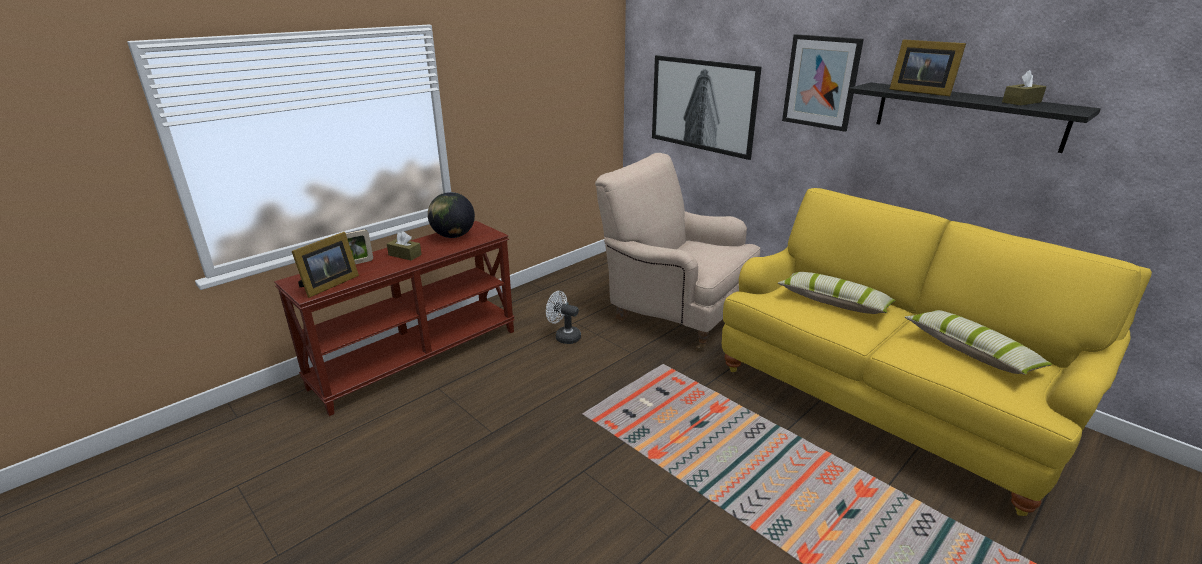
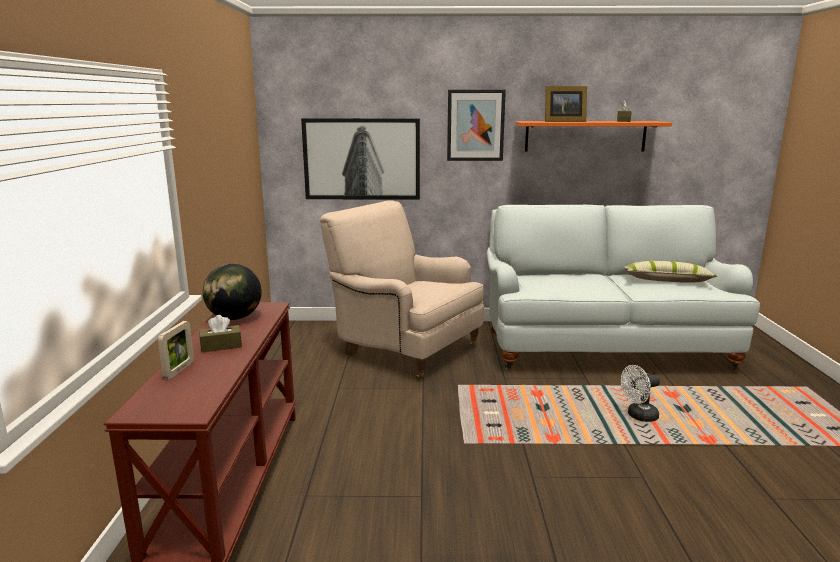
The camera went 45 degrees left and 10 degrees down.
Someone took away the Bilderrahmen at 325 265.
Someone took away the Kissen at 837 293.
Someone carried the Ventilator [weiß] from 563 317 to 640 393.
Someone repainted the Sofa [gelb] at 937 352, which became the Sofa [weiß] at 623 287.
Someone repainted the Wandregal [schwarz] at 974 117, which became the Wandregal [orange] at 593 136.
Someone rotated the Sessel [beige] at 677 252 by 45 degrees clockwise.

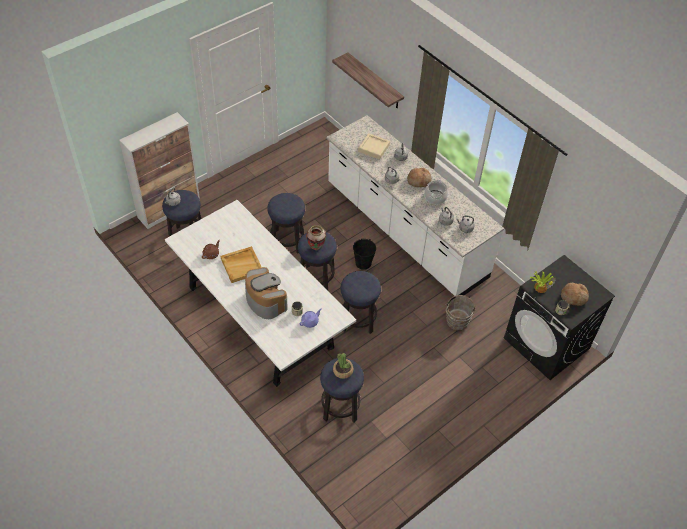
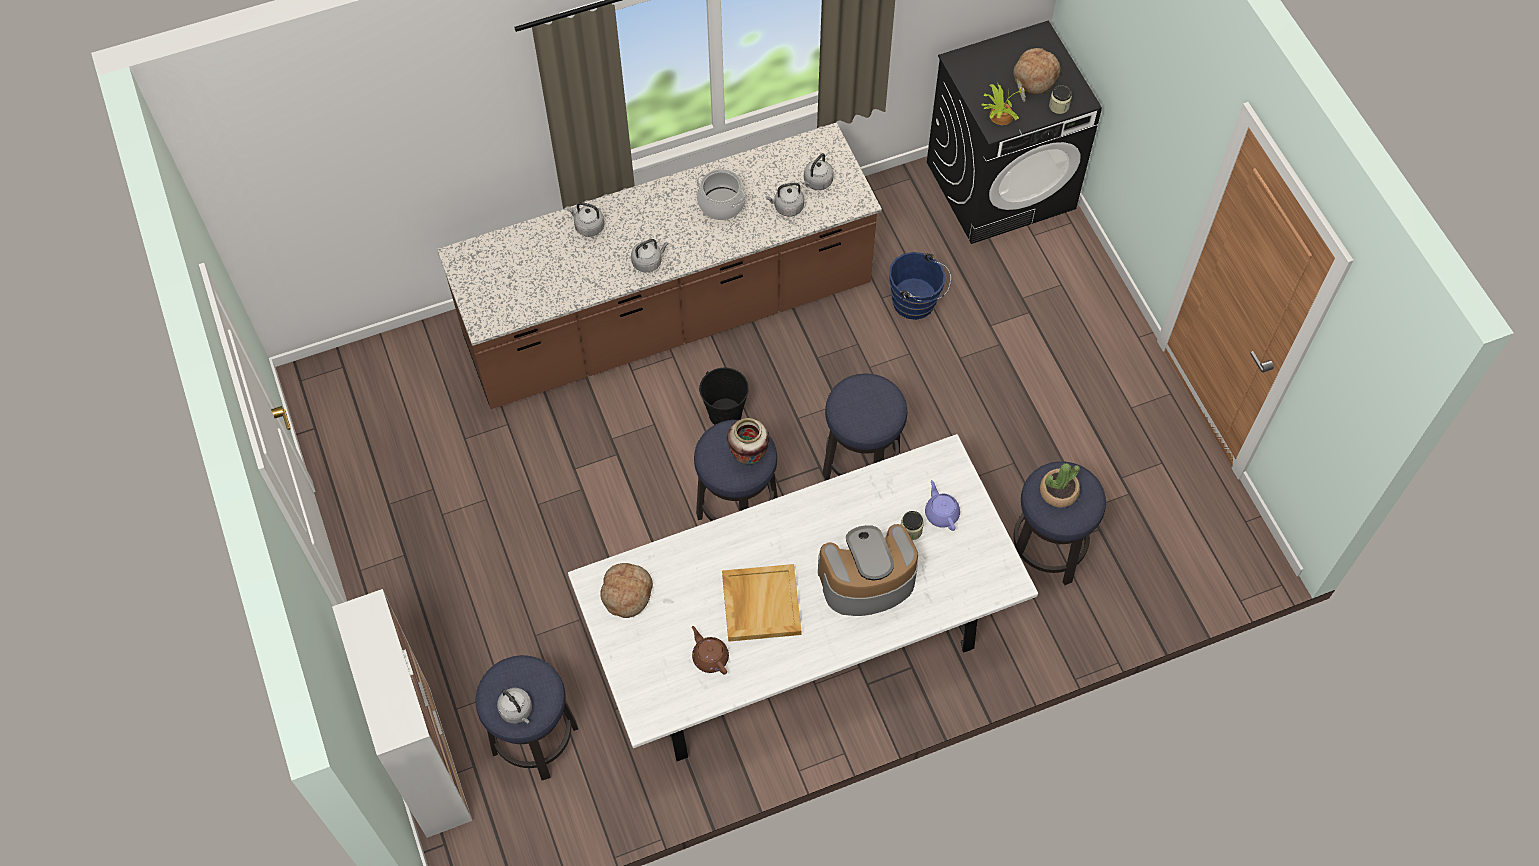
The camera went 70 degrees left and 10 degrees up.
Someone took away the Hocker at 286 223.
Someone took away the Wandregal at 368 80.
Someone took away the Tablett [beige] at 374 146.
Someone carried the Brot from 419 177 to 626 590.
Someone repainted the Küchenzeile [weiß] at 415 205, which became the Küchenzeile [braun] at 659 265.
Someone repainted the Eimer [braun] at 460 312, which became the Eimer [blau] at 920 286.

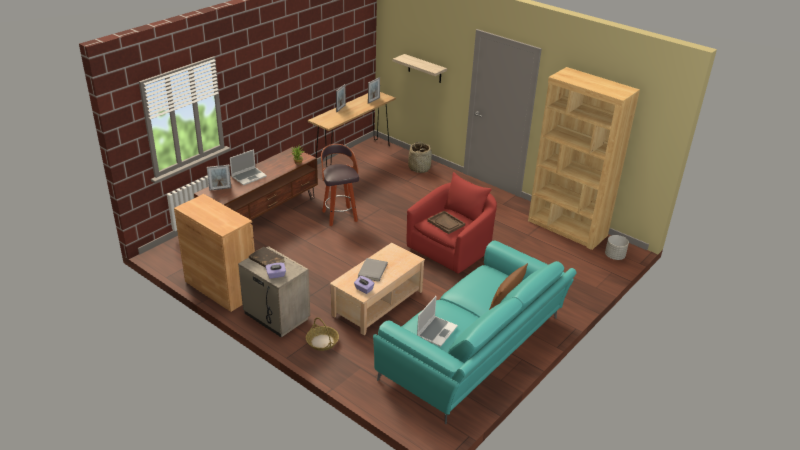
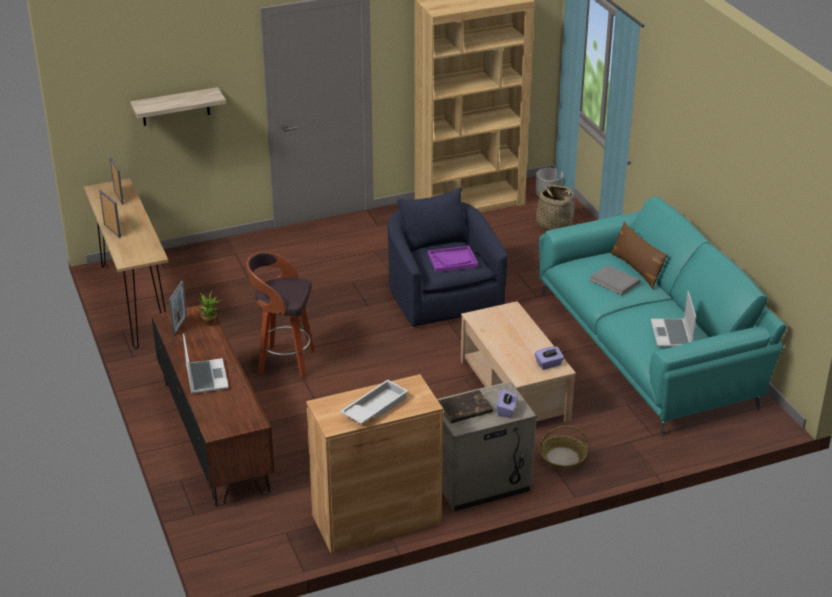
The camera went 60 degrees left and 0 degrees up.
Someone put down the Tablett [weiß] at 374 401.
Someone carried the Bilderrahmen from 219 178 to 178 308.
Someone carried the Buch [grau] from 373 270 to 615 280.
Someone carried the Korb from 420 157 to 554 208.
Someone repainted the Sessel [rot] at 452 223, which became the Sessel [blau] at 447 257.
Someone repainted the Tablett [braun] at 446 222, which became the Tablett [lila] at 453 259.
Someone rotated the Laptop at 437 321 by 150 degrees counterclockwise.

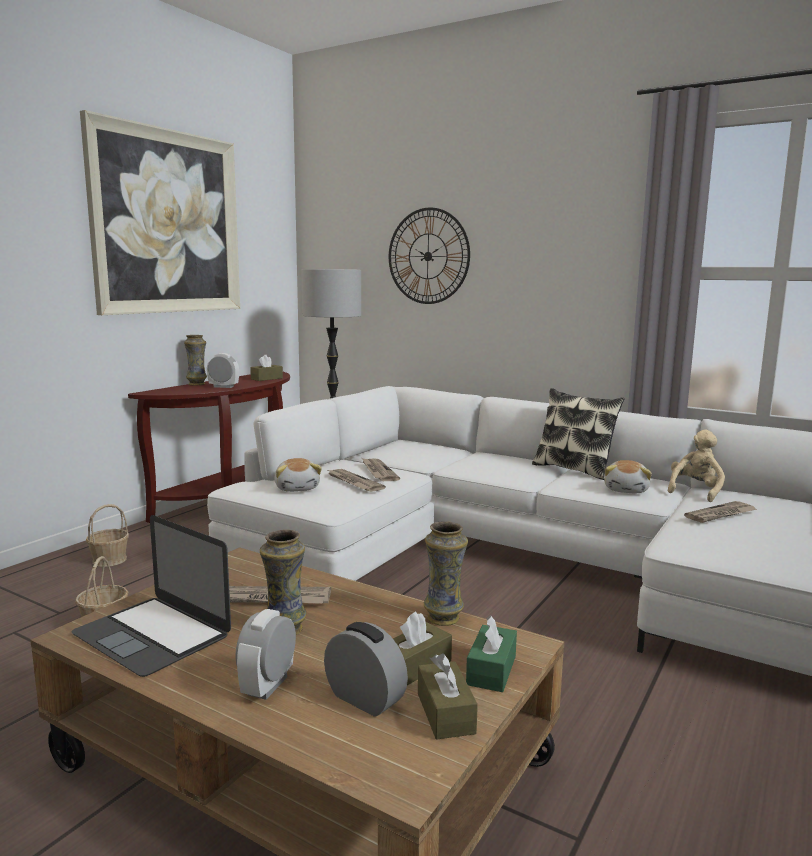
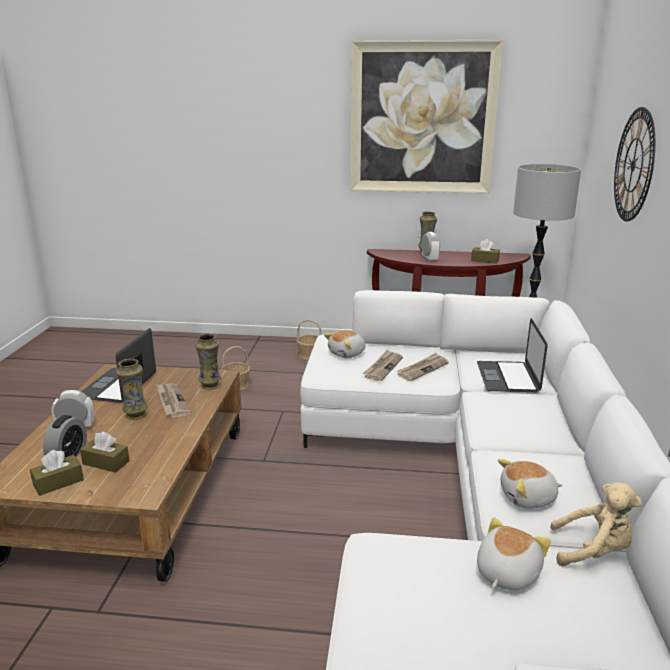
The camera went 65 degrees right and 10 degrees up.
Someone took away the Taschentuchbox [grün] at 491 653.
Someone took away the Kissen at 578 434.
Someone put down the Laptop at 512 355.
Someone carried the Vase from 446 573 to 208 361.
Someone swapped the Zeitung at 720 512 for the Plüschtier at 514 554.

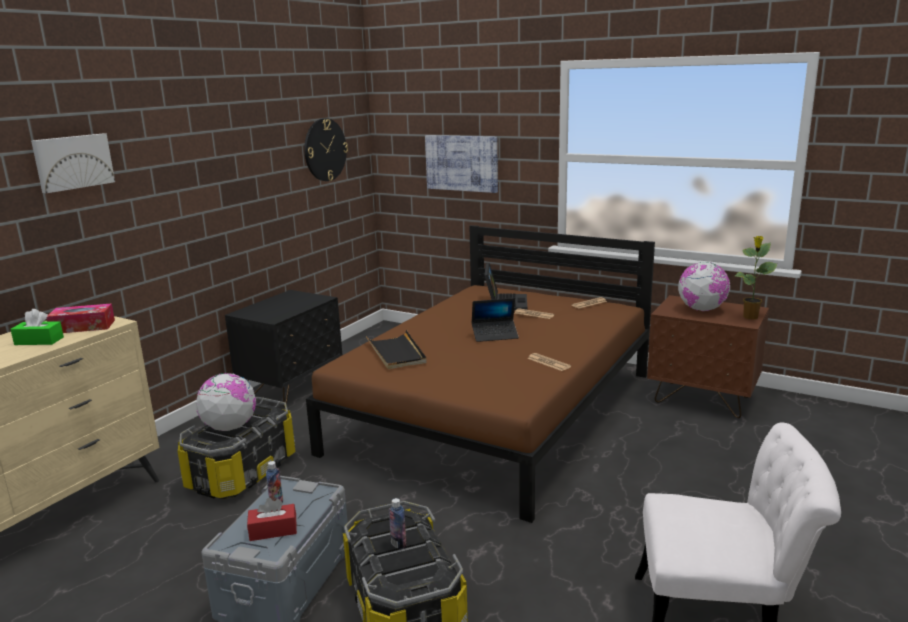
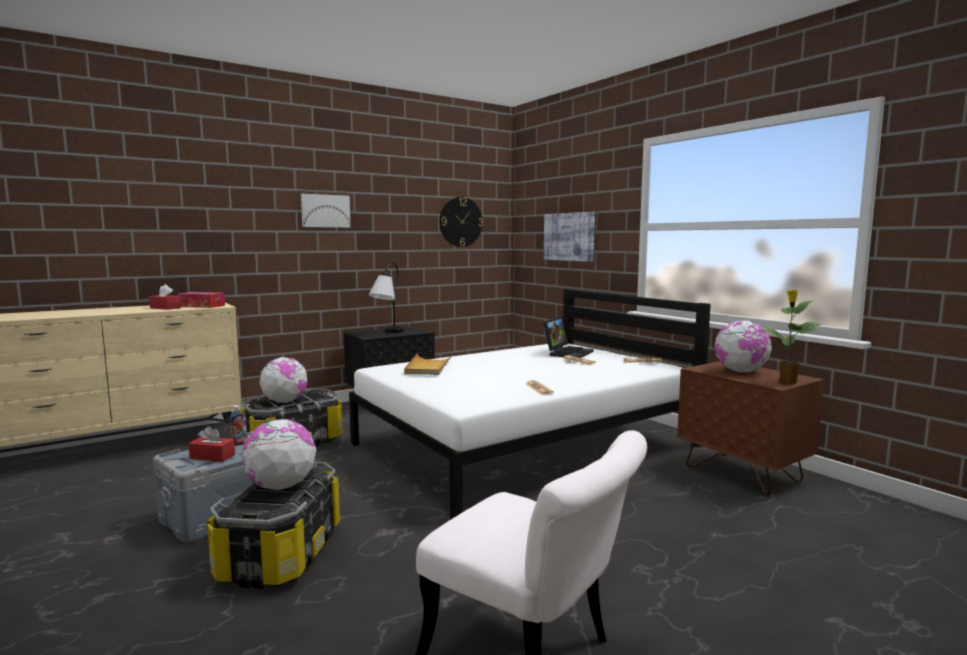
The camera went 25 degrees right and 10 degrees down.
Someone took away the Laptop at 495 320.
Someone put down the Tischlampe at 386 298.
Someone carried the Bild from 73 163 to 326 211.
Someone swapped the Flasche at 398 523 for the Globus at 279 454.
Someone repainted the Taschentuchbox [grün] at 37 327, which became the Taschentuchbox [rot] at 165 297.
Someone repainted the Bett [braun] at 480 374, which became the Bett [weiß] at 530 404.
Someone repainted the Tablett [schwarz] at 396 349, which became the Tablett [beige] at 428 364.

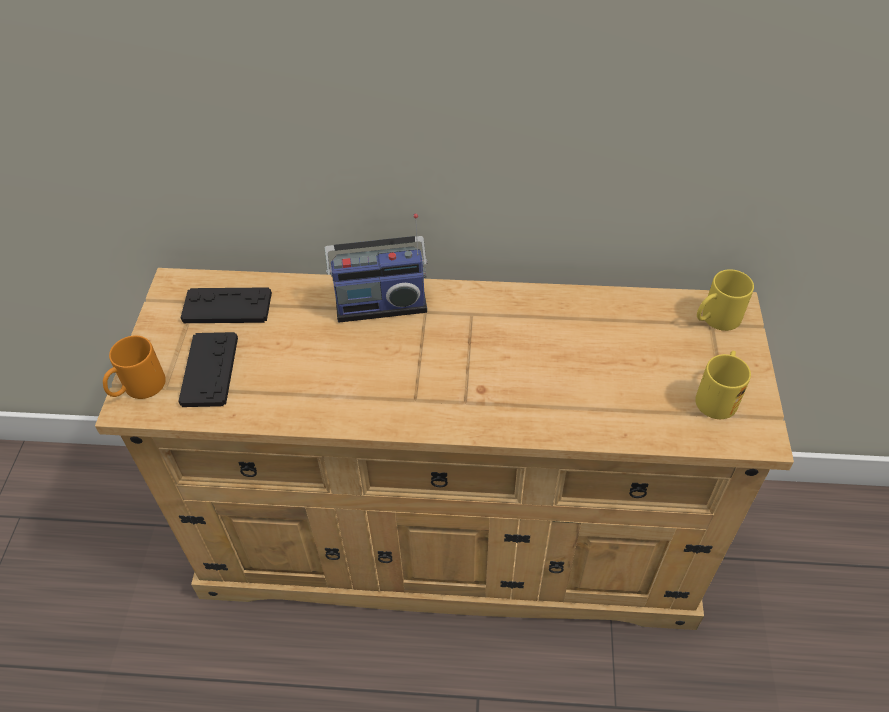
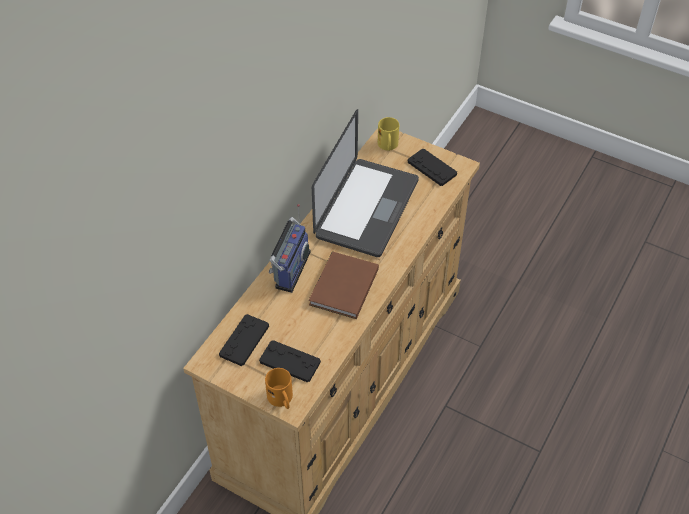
The camera went 65 degrees left and 0 degrees up.
Someone put down the Buch [braun] at 344 285.
Someone put down the Laptop at 365 183.
Someone swapped the Henkelbecher [gelb] at 723 385 for the Gamepad [schwarz] at 432 167.

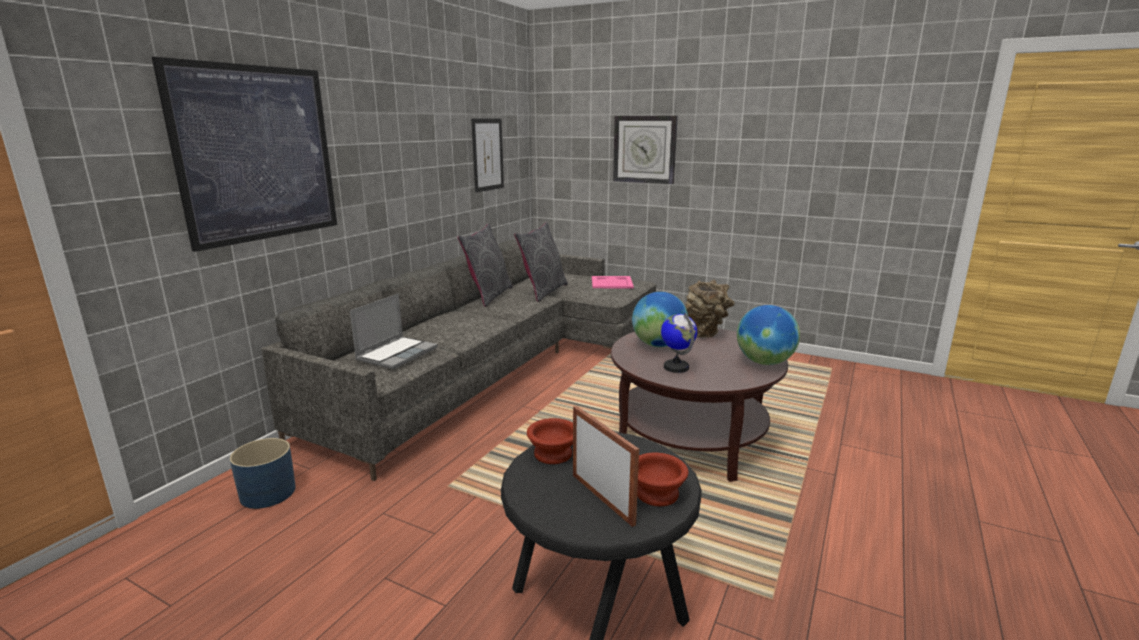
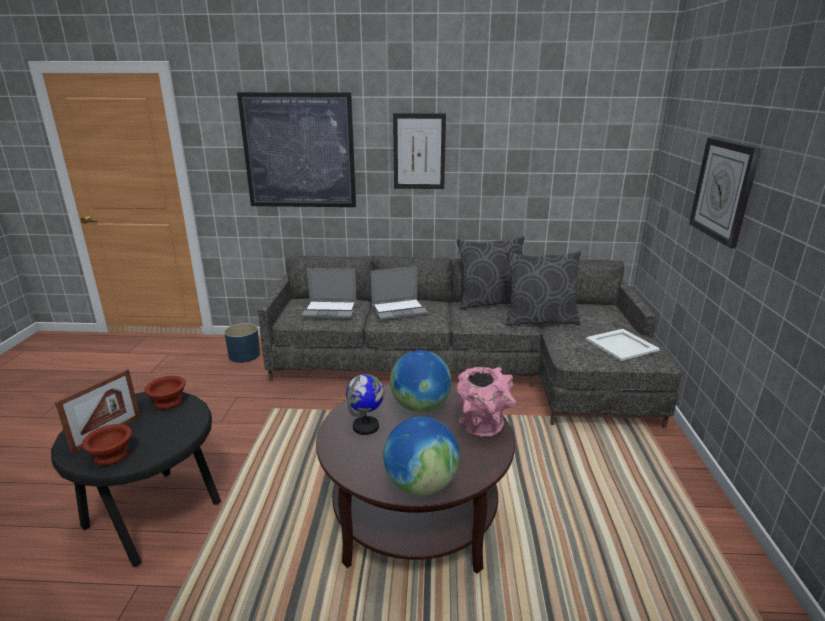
The camera went 65 degrees right and 5 degrees up.
Someone put down the Laptop at 399 293.
Someone carried the Bild from 487 155 to 419 151.
Someone repainted the Tablett [rosa] at 613 282, which became the Tablett [weiß] at 623 345.
Someone repainted the Vase [braun] at 710 309, which became the Vase [rosa] at 486 402.

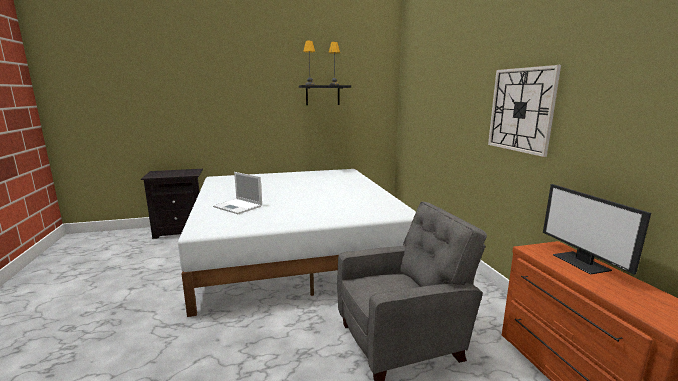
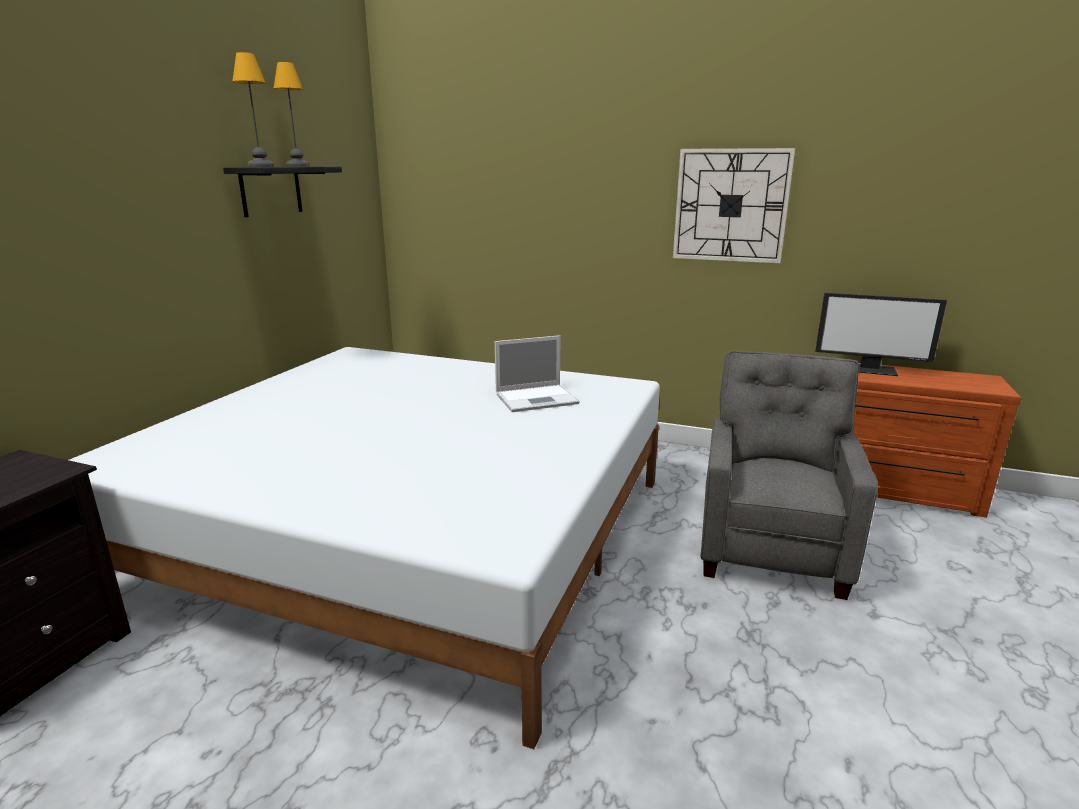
The camera went 55 degrees left and 5 degrees up.
Someone carried the Laptop from 237 193 to 537 373.

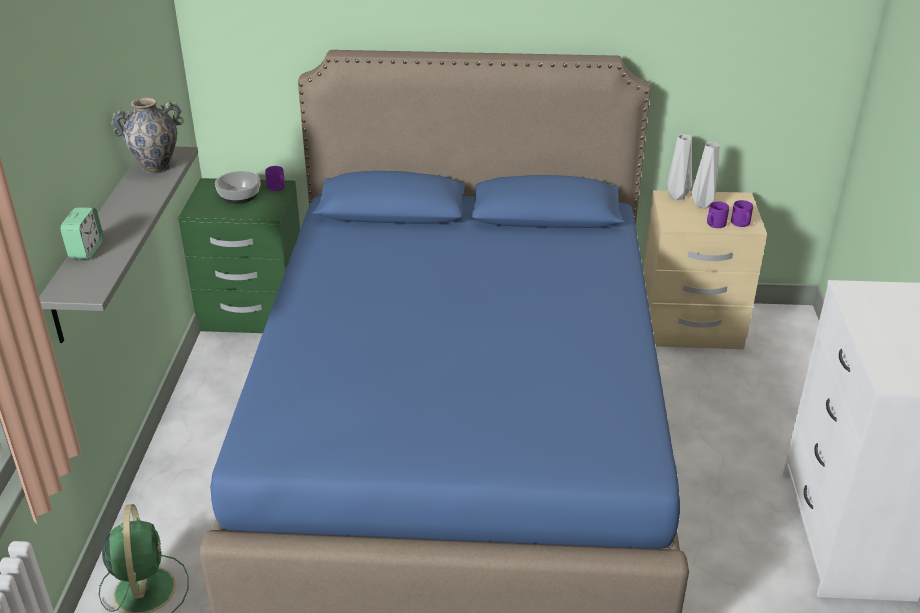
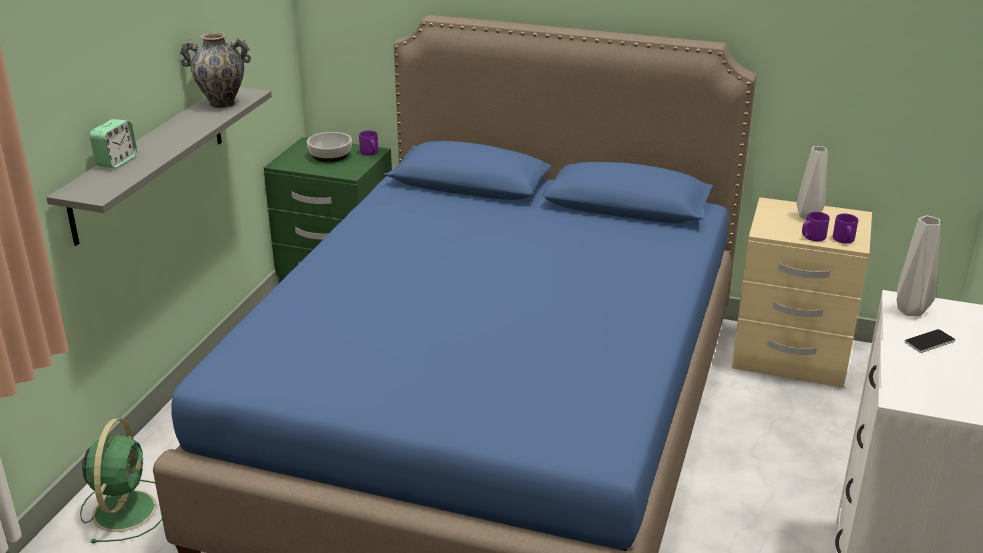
The camera went 15 degrees right and 5 degrees down.
Someone put down the Handy at 929 341.
Someone carried the Vase [grau] from 679 167 to 918 266.

